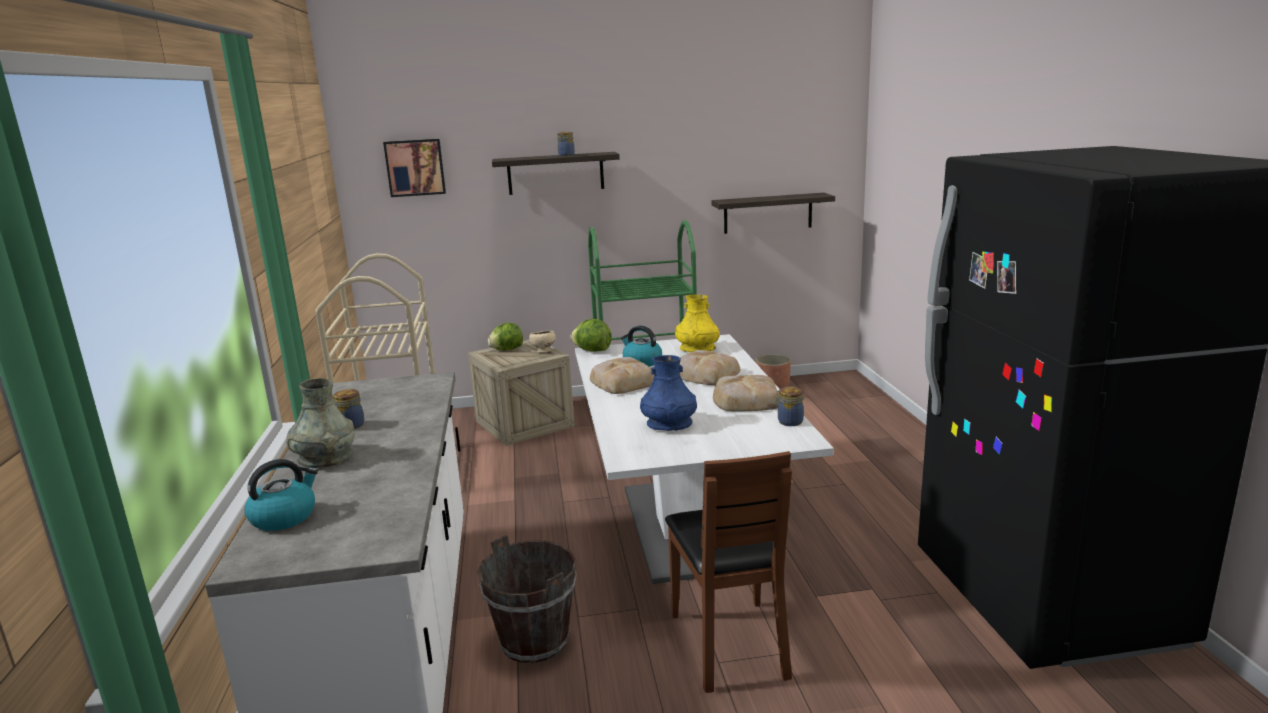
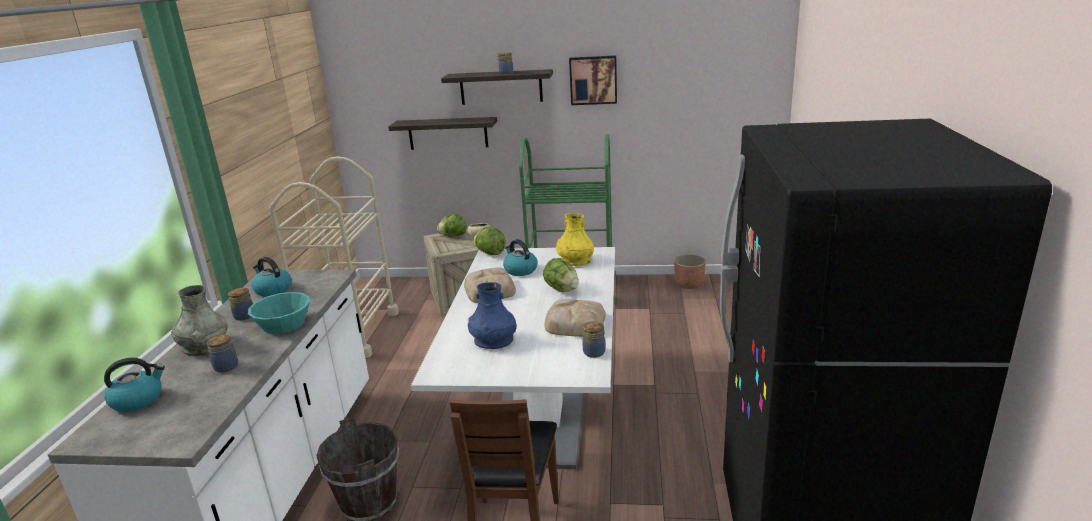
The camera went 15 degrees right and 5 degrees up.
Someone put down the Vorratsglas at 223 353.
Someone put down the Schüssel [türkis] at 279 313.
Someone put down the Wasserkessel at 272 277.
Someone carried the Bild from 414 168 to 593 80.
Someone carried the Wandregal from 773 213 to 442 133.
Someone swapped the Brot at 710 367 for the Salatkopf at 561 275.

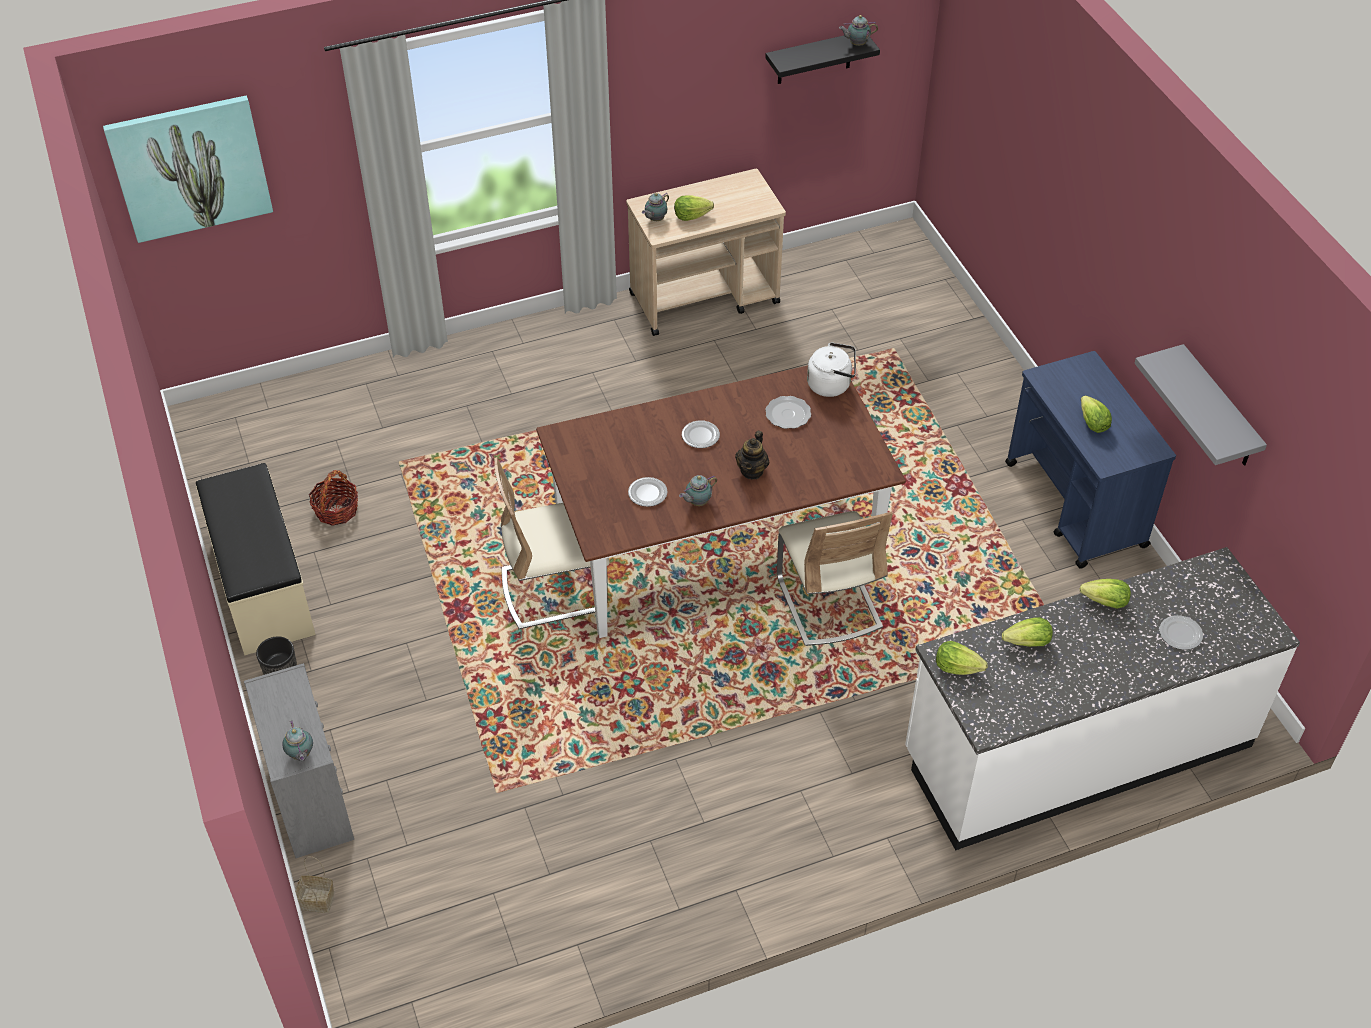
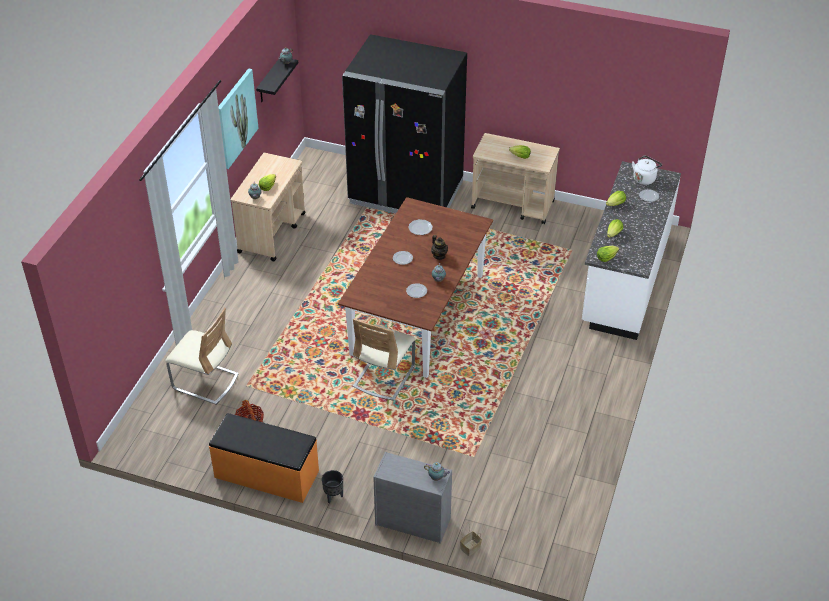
The camera went 50 degrees left and 5 degrees down.
Someone took away the Wandregal [grau] at 1200 405.
Someone put down the Kühlschrank [schwarz] at 404 124.
Someone carried the Bild from 188 169 to 238 118.
Someone carried the Stuhl [beige] from 835 578 to 202 356.
Someone carried the Wasserkessel [weiß] from 831 369 to 647 170.
Someone repainted the Bank [beige] at 256 559, which became the Bank [orange] at 264 458.
Someone repainted the Rollwagen [blau] at 1090 460, which became the Rollwagen [beige] at 515 178.

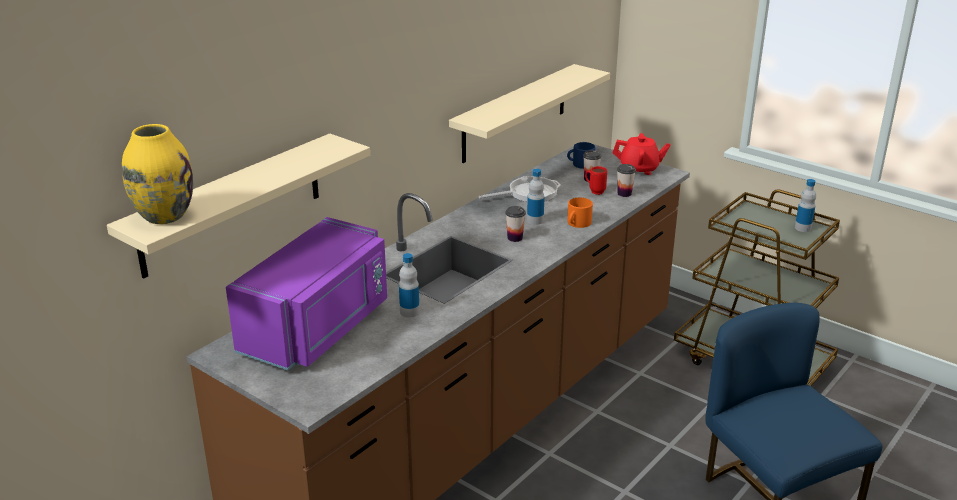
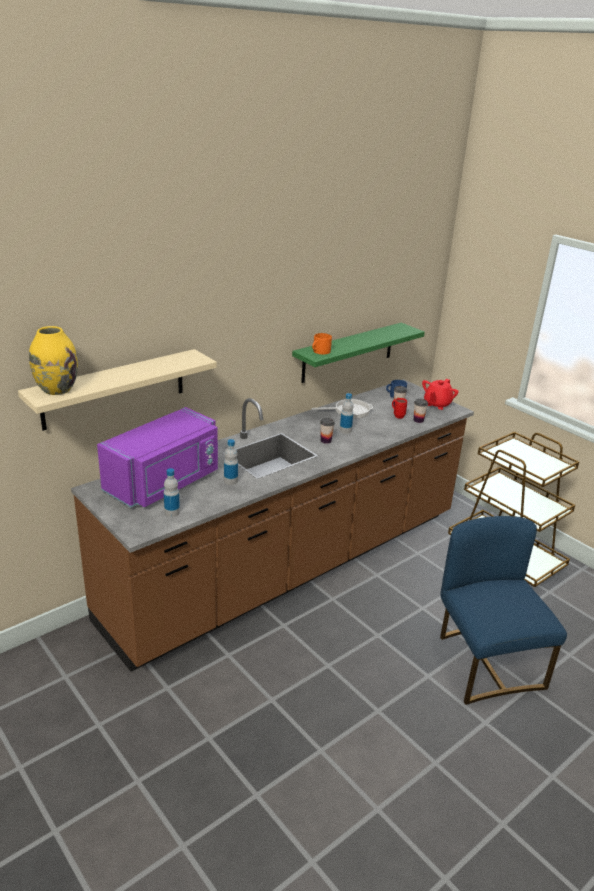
The camera went 10 degrees right and 0 degrees up.
Someone carried the Henkelbecher [orange] from 580 212 to 322 343.
Someone carried the Flasche from 805 205 to 172 492.
Someone repainted the Wandregal [beige] at 529 113, which became the Wandregal [grün] at 358 353.
Someone rotated the Teekanne [rot] at 642 154 by 105 degrees clockwise.

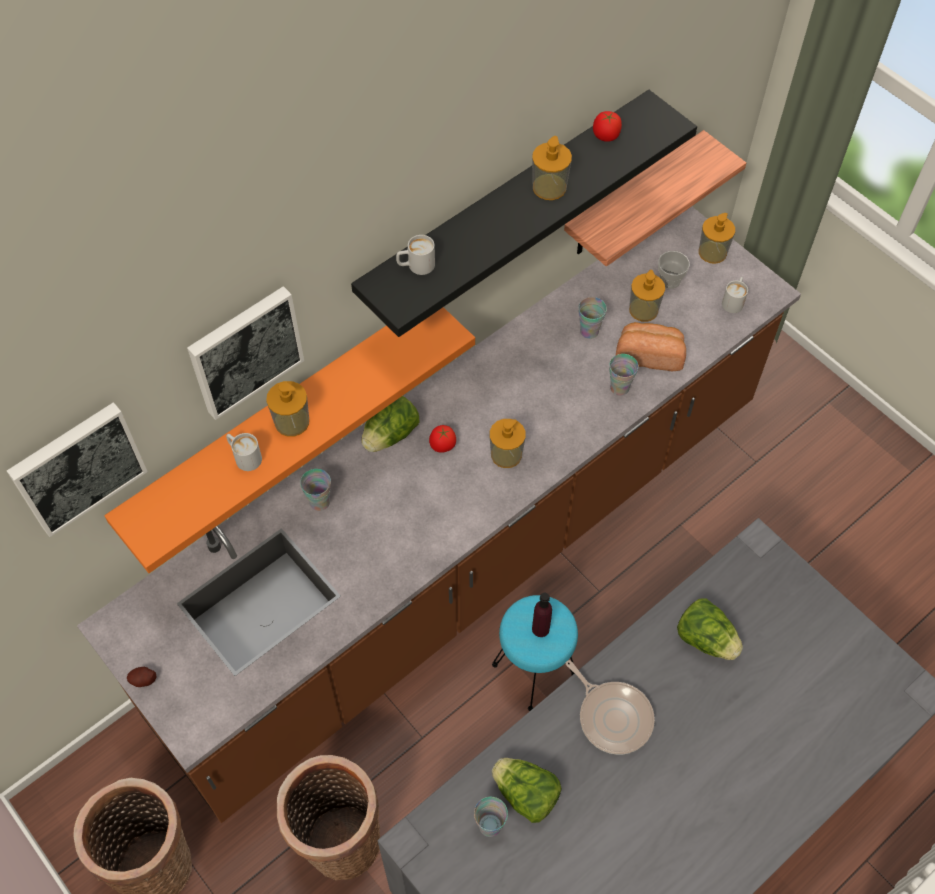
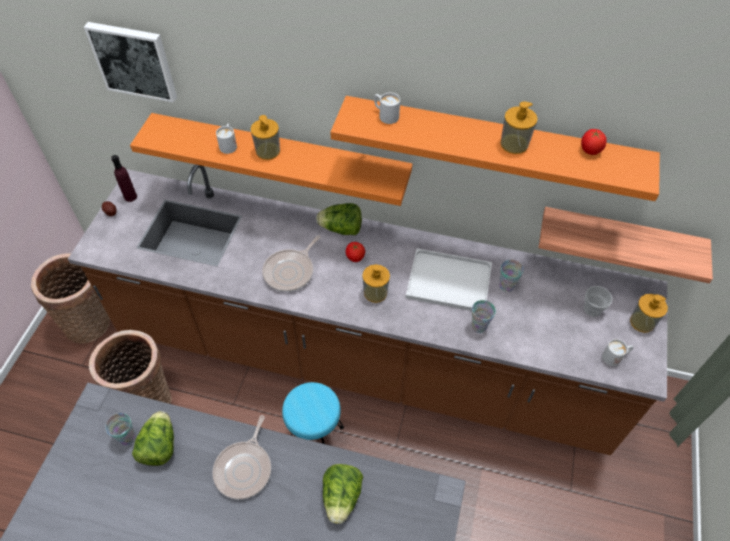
The camera went 55 degrees right and 5 degrees down.
Someone took away the Bild at 245 353.
Someone took away the Tasse at 315 490.
Someone took away the Brot at 651 347.
Someone took away the Seifenspender at 647 296.
Someone put down the Pfanne at 291 263.
Someone put down the Tablett [weiß] at 449 280.
Someone carried the Flasche [lila] from 542 615 to 124 178.
Someone repainted the Wandregal [schwarz] at 524 213, which became the Wandregal [orange] at 495 148.

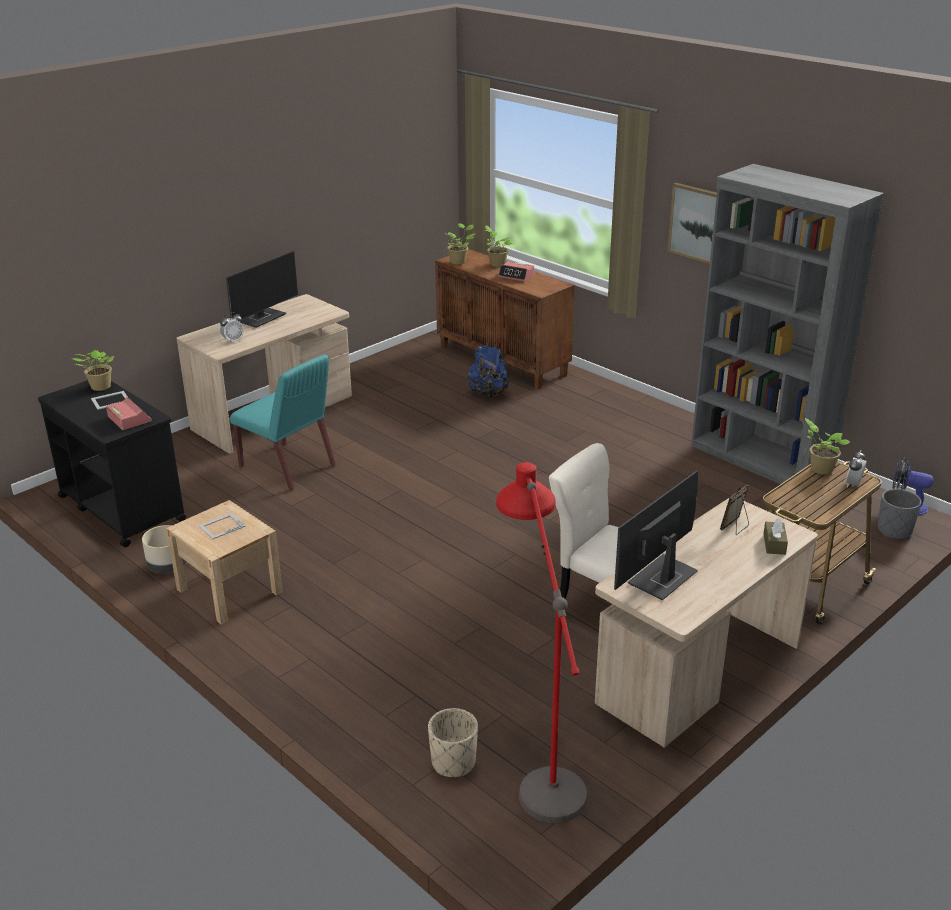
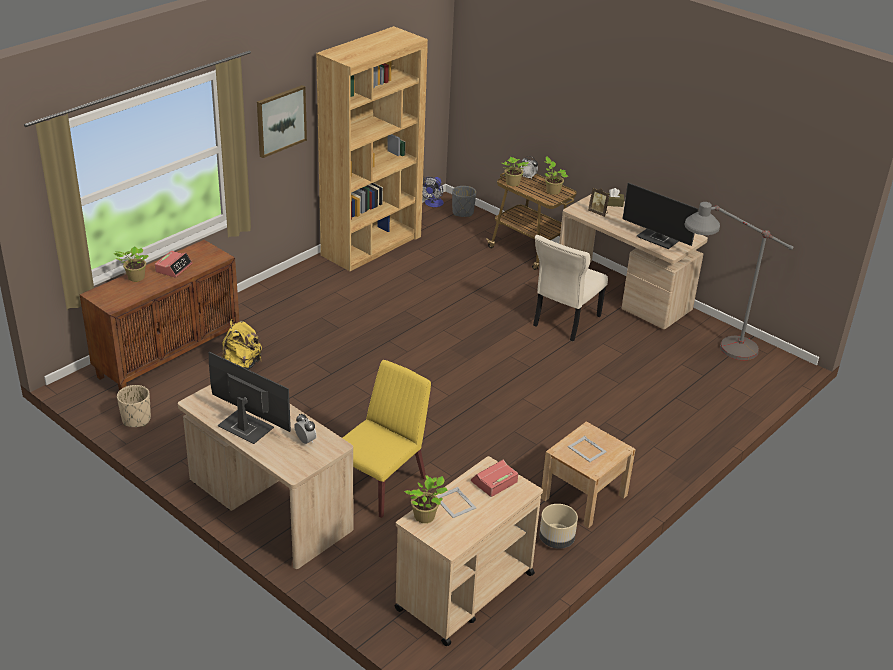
The camera went 95 degrees left and 5 degrees up.
Someone carried the Pflanzkübel [beige] from 453 742 to 134 406.
Someone carried the Topfpflanze from 460 243 to 556 175.
Someone repainted the Rollwagen [schwarz] at 112 463, which became the Rollwagen [beige] at 468 551.
Someone repainted the Stuhl [türkis] at 283 423, which became the Stuhl [gelb] at 387 439.
Someone repainted the Rucksack [blau] at 488 369, which became the Rucksack [gelb] at 241 344.
Someone repainted the Stehlampe [rot] at 542 642, which became the Stehlampe [grau] at 739 281.
Someone repainted the Bücherregal [grau] at 787 324, which became the Bücherregal [braun] at 372 148.

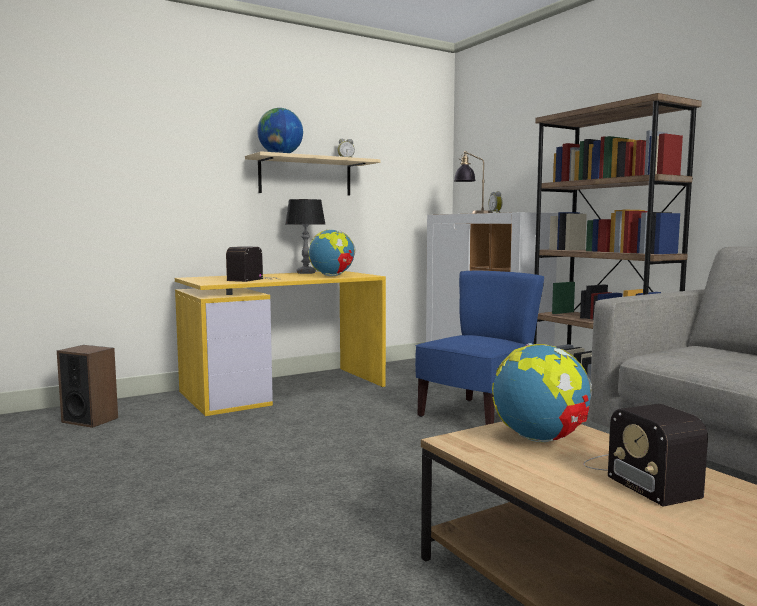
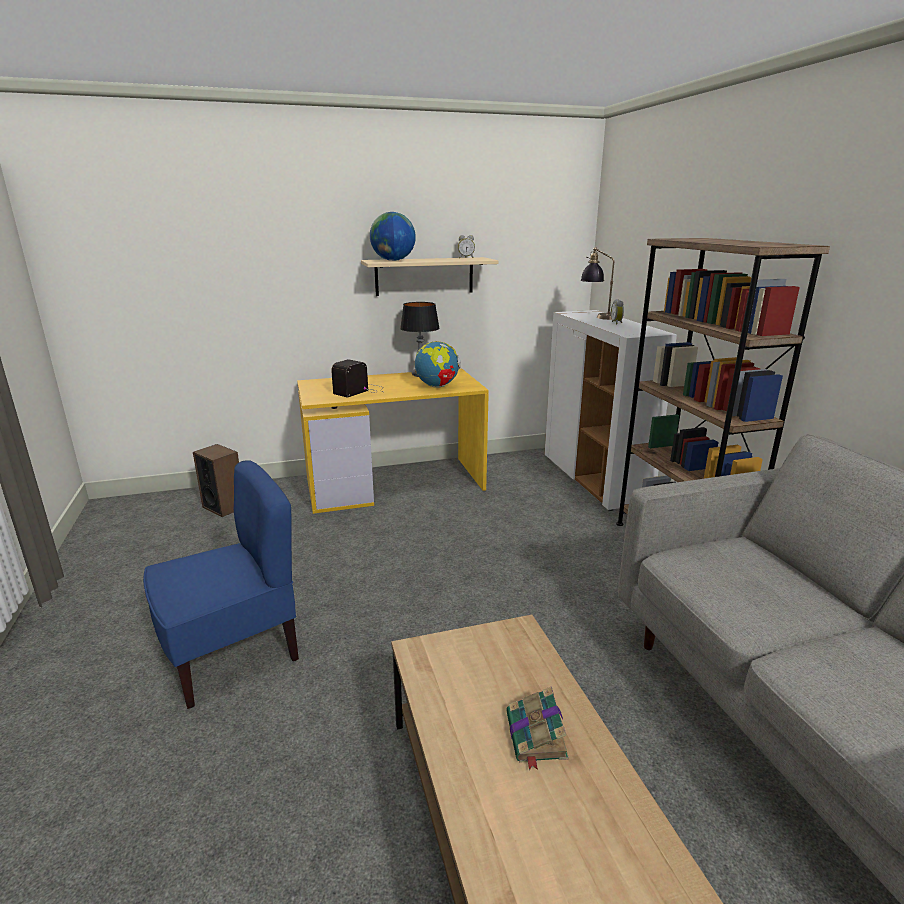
The camera went 15 degrees right and 15 degrees up.
Someone took away the Globus at 542 393.
Someone carried the Stuhl [blau] from 479 348 to 221 584.
Someone swapped the Radio at 646 455 for the Buch at 537 729.

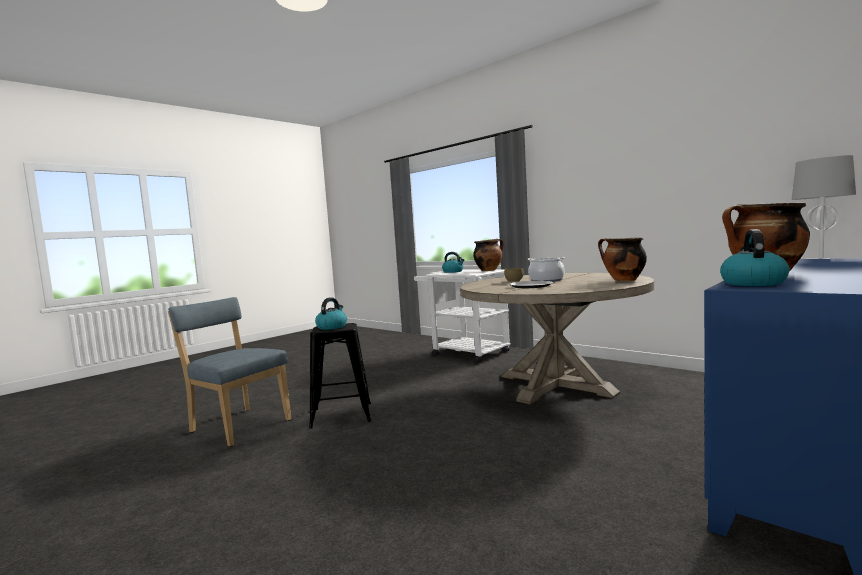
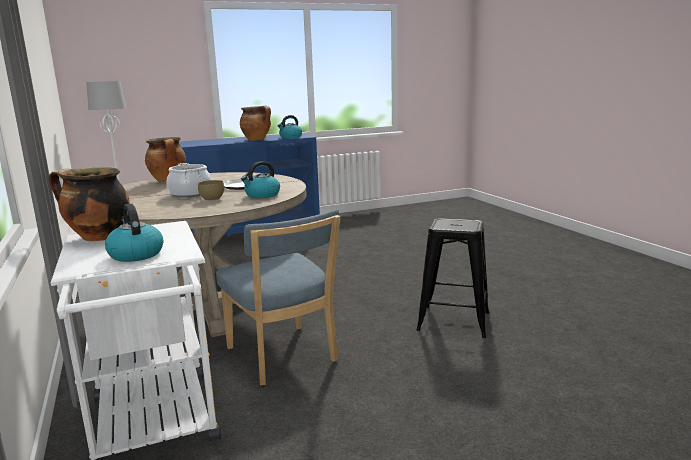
The camera went 155 degrees left and 10 degrees up.
Someone carried the Stuhl [blau] from 229 372 to 278 297.
Someone carried the Wasserkessel from 331 314 to 260 179.

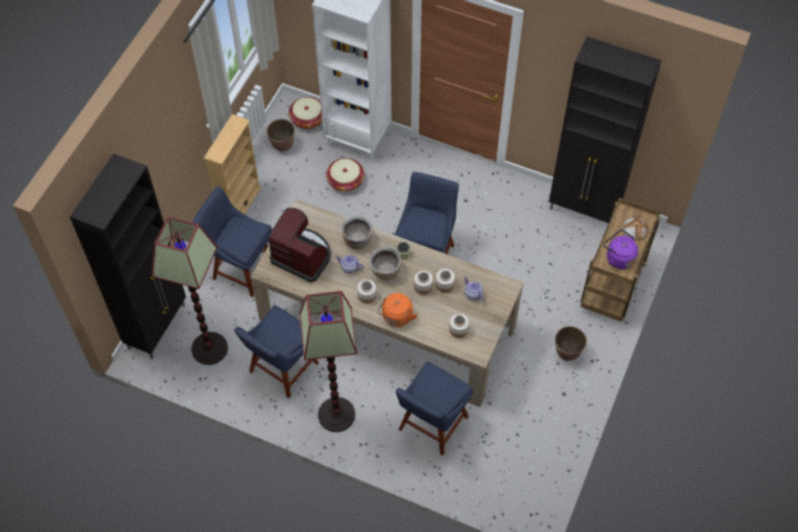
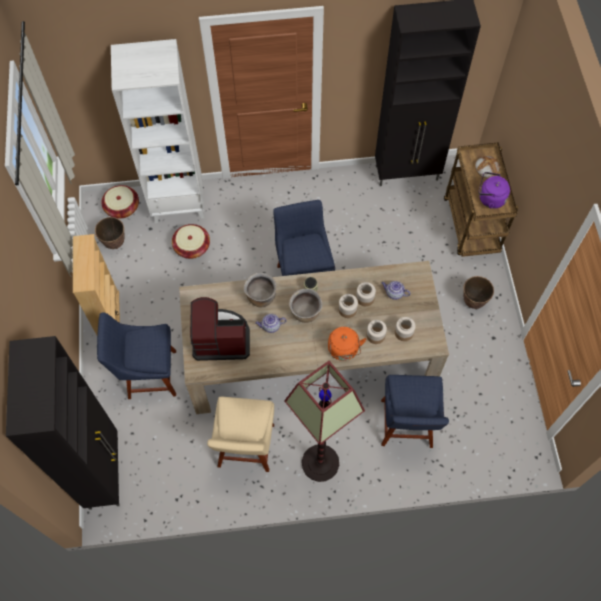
The camera went 30 degrees left and 5 degrees up.
Someone took away the Stehlampe at 189 291.
Someone carried the Vorratsglas from 366 291 to 376 332.
Someone repainted the Stuhl [blau] at 276 351, which became the Stuhl [beige] at 240 434.

